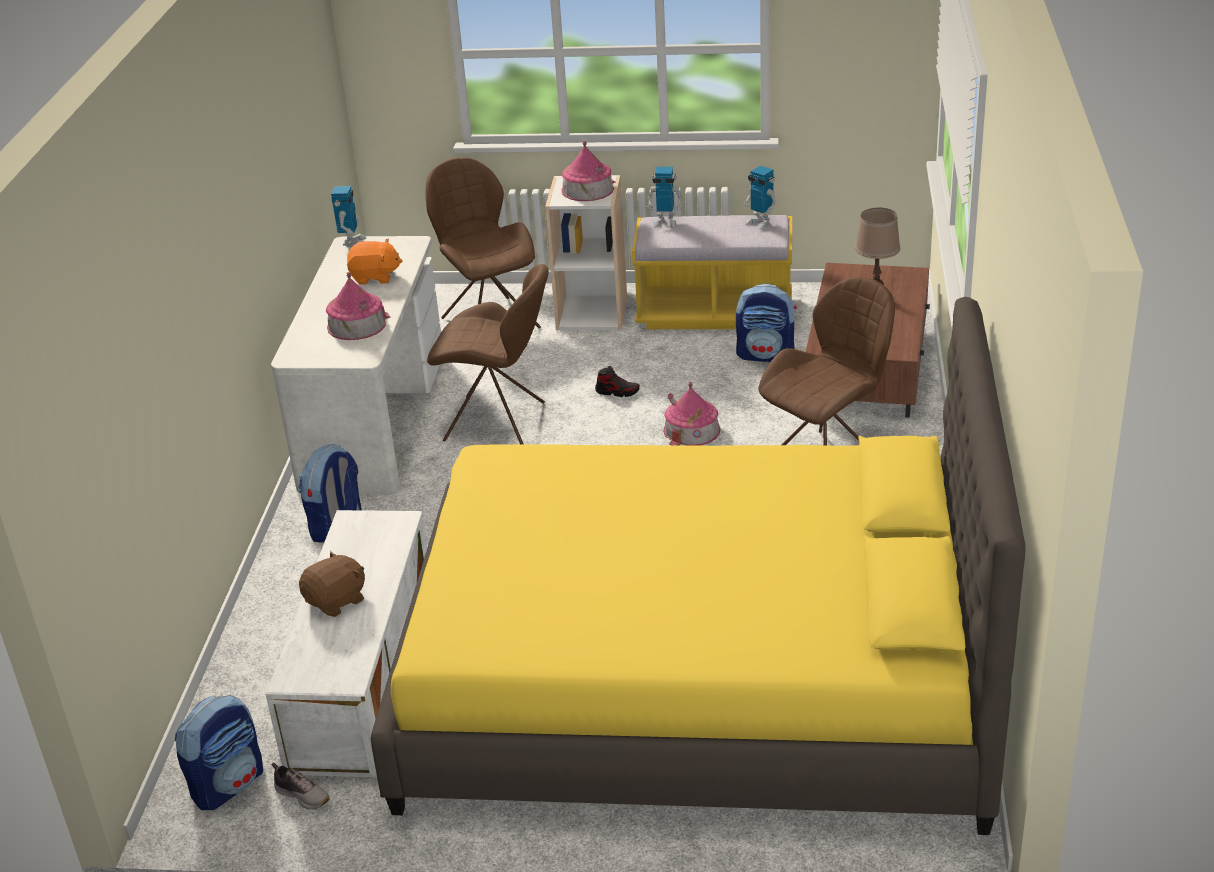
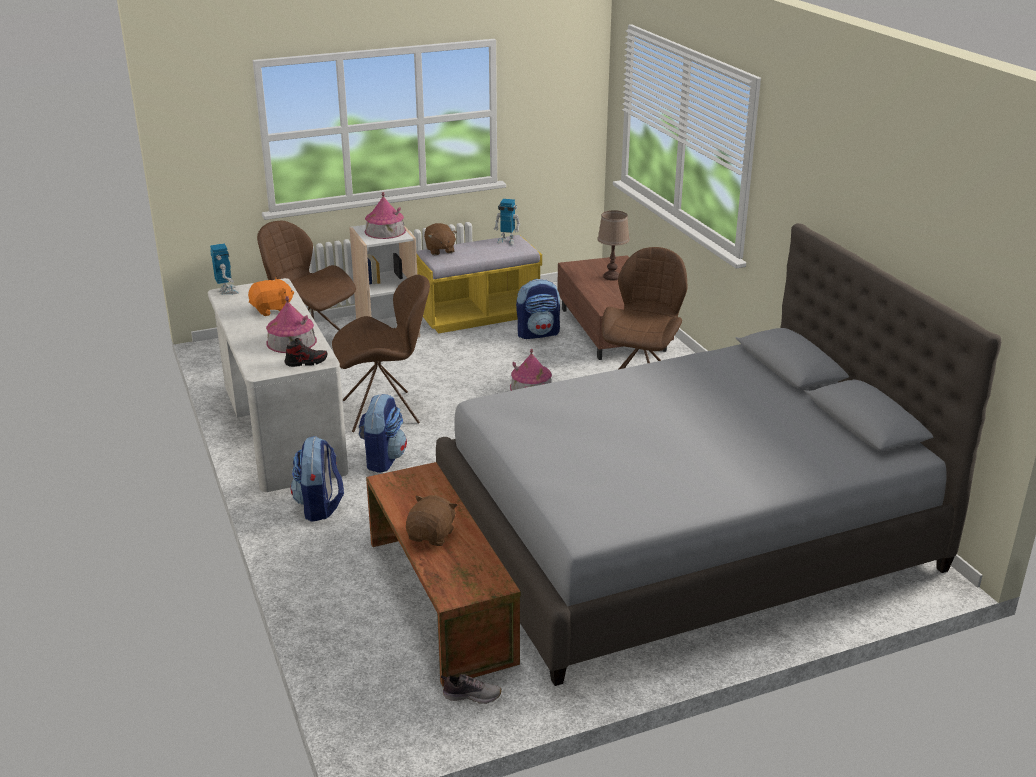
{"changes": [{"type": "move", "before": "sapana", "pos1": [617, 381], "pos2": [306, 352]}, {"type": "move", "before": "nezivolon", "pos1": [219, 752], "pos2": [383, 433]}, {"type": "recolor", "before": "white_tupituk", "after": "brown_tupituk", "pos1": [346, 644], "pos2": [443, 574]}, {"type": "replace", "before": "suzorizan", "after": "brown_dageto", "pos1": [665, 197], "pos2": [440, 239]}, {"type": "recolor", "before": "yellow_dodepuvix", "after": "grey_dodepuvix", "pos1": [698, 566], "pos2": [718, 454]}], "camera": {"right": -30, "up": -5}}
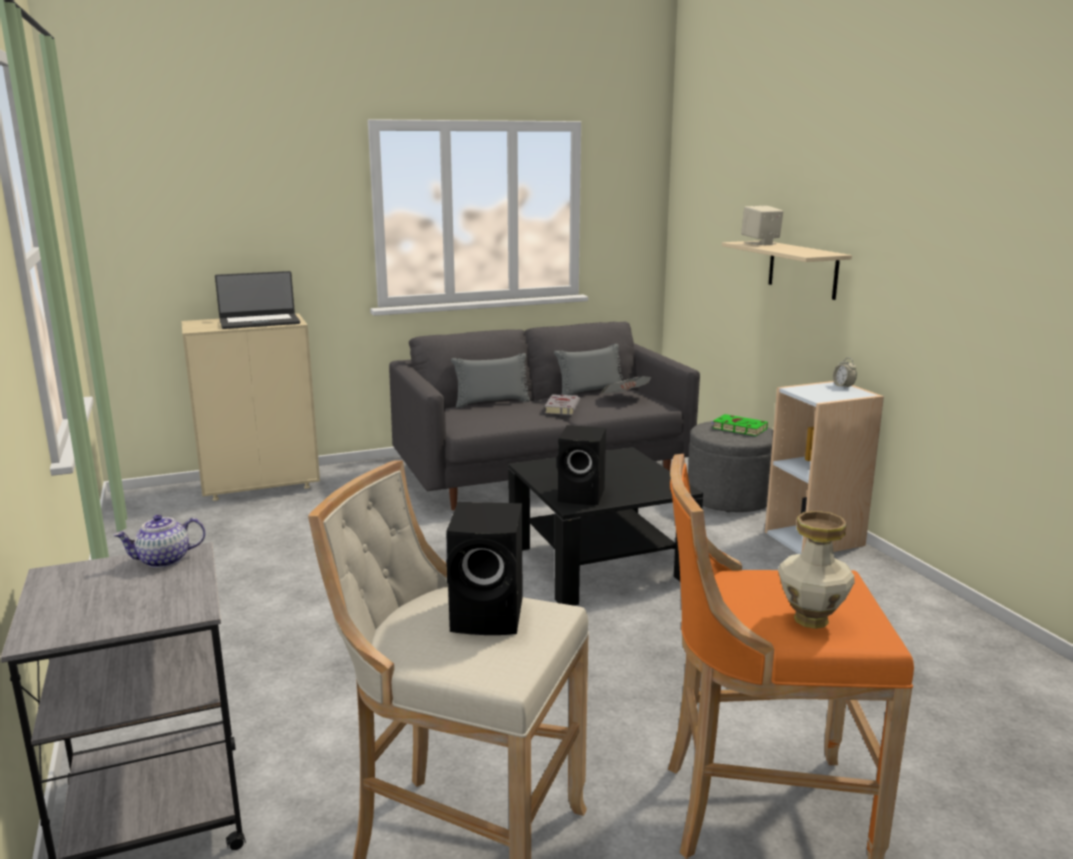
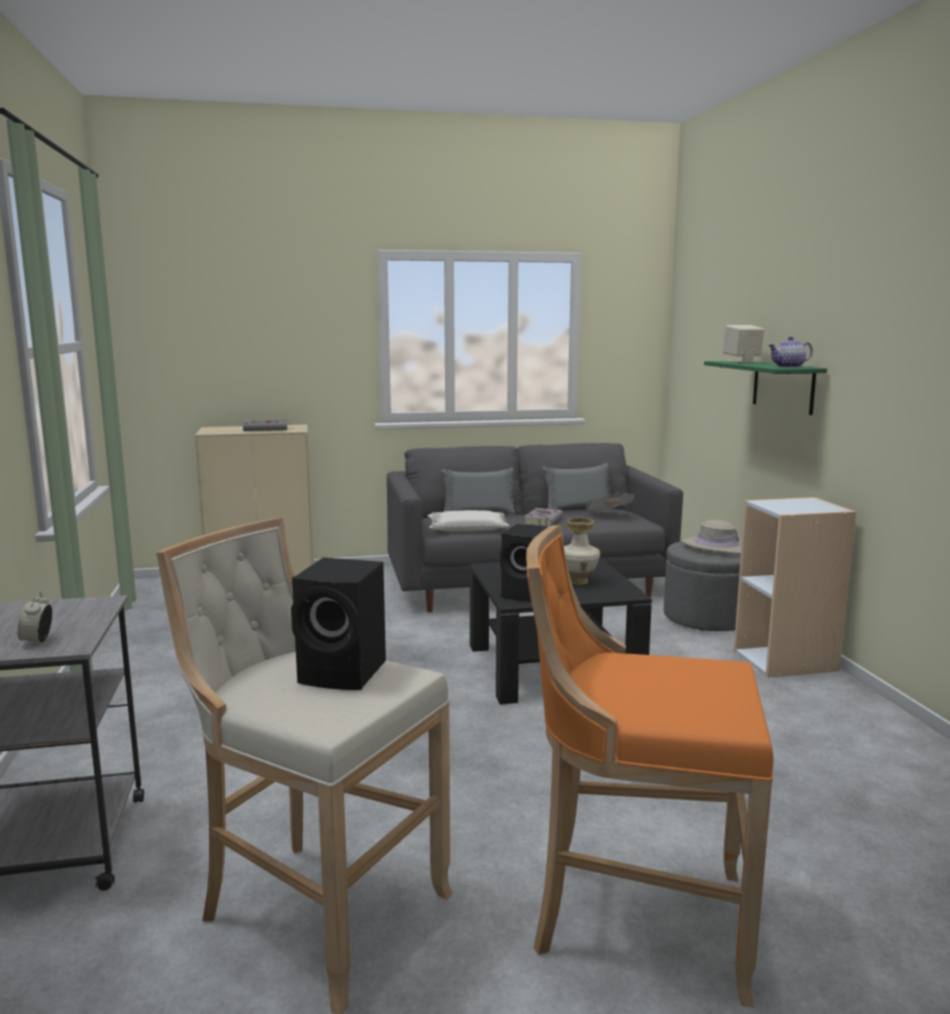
{"changes": [{"type": "move", "before": "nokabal", "pos1": [845, 373], "pos2": [35, 618]}, {"type": "replace", "before": "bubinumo", "after": "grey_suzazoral", "pos1": [257, 300], "pos2": [267, 425]}, {"type": "insert", "after": "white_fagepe", "pos2": [468, 521]}, {"type": "move", "before": "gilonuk", "pos1": [816, 570], "pos2": [582, 551]}, {"type": "replace", "before": "green_suzazoral", "after": "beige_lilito", "pos1": [740, 425], "pos2": [712, 537]}, {"type": "recolor", "before": "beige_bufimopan", "after": "green_bufimopan", "pos1": [787, 270], "pos2": [765, 388]}, {"type": "move", "before": "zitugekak", "pos1": [159, 541], "pos2": [790, 352]}], "camera": {"right": 10, "up": -5}}
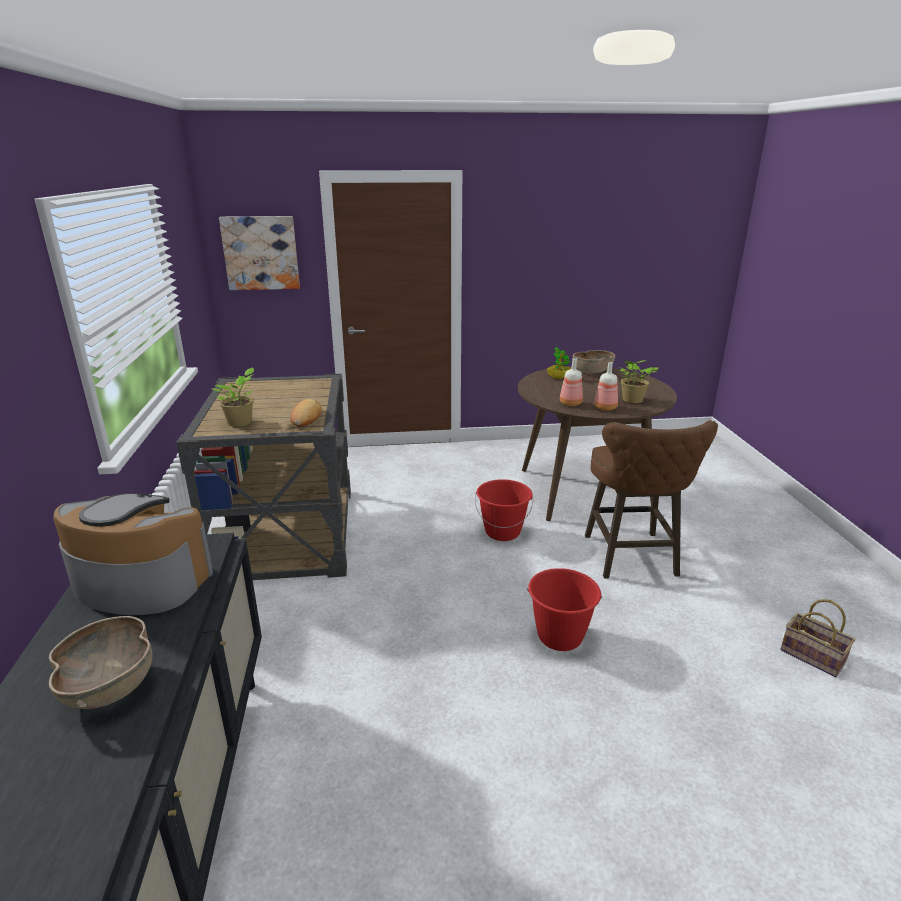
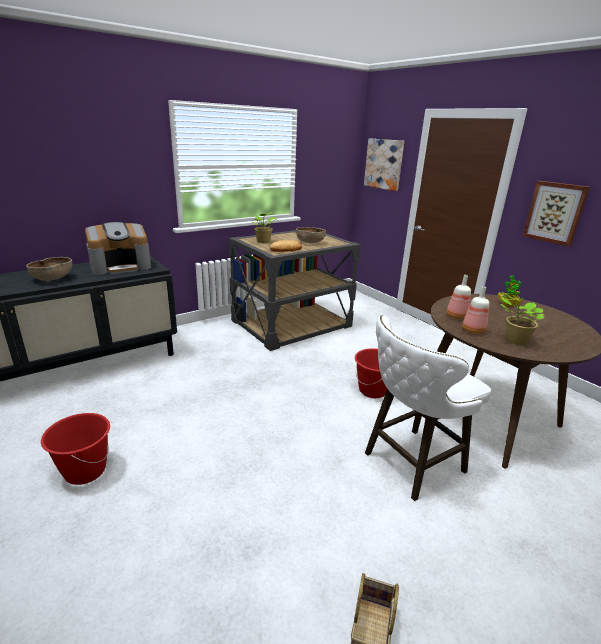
{"changes": [{"type": "move", "before": "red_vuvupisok", "pos1": [565, 609], "pos2": [75, 449]}, {"type": "rotate", "before": "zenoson", "pos1": [133, 554], "pos2": [118, 248], "turn": 75}, {"type": "move", "before": "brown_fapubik", "pos1": [594, 361], "pos2": [311, 235]}, {"type": "recolor", "before": "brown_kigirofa", "after": "white_kigirofa", "pos1": [651, 499], "pos2": [428, 408]}, {"type": "insert", "after": "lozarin", "pos2": [556, 214]}], "camera": {"right": 60, "up": 0}}
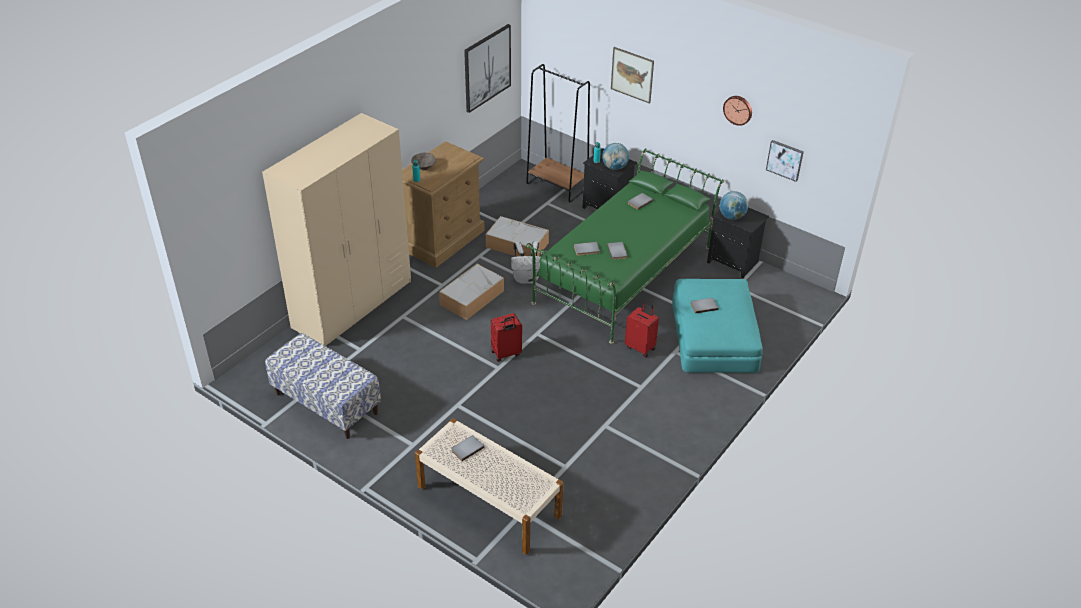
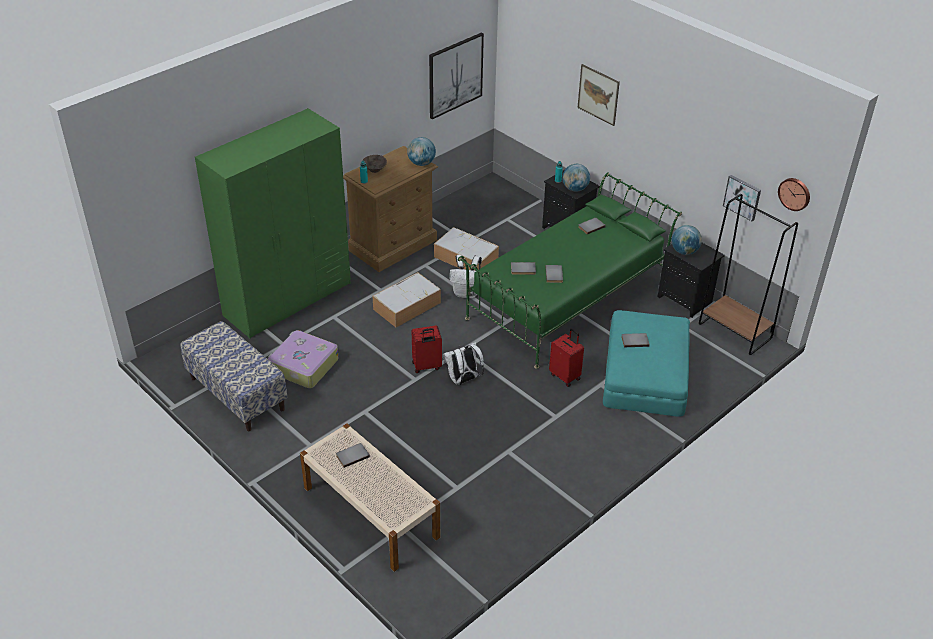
{"changes": [{"type": "recolor", "before": "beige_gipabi", "after": "green_gipabi", "pos1": [336, 229], "pos2": [273, 223]}, {"type": "insert", "after": "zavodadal", "pos2": [303, 359]}, {"type": "insert", "after": "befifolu", "pos2": [421, 151]}, {"type": "insert", "after": "white_nezivolon", "pos2": [463, 363]}, {"type": "move", "before": "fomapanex", "pos1": [558, 133], "pos2": [748, 274]}, {"type": "move", "before": "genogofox", "pos1": [737, 111], "pos2": [794, 194]}], "camera": {"right": 10, "up": 0}}
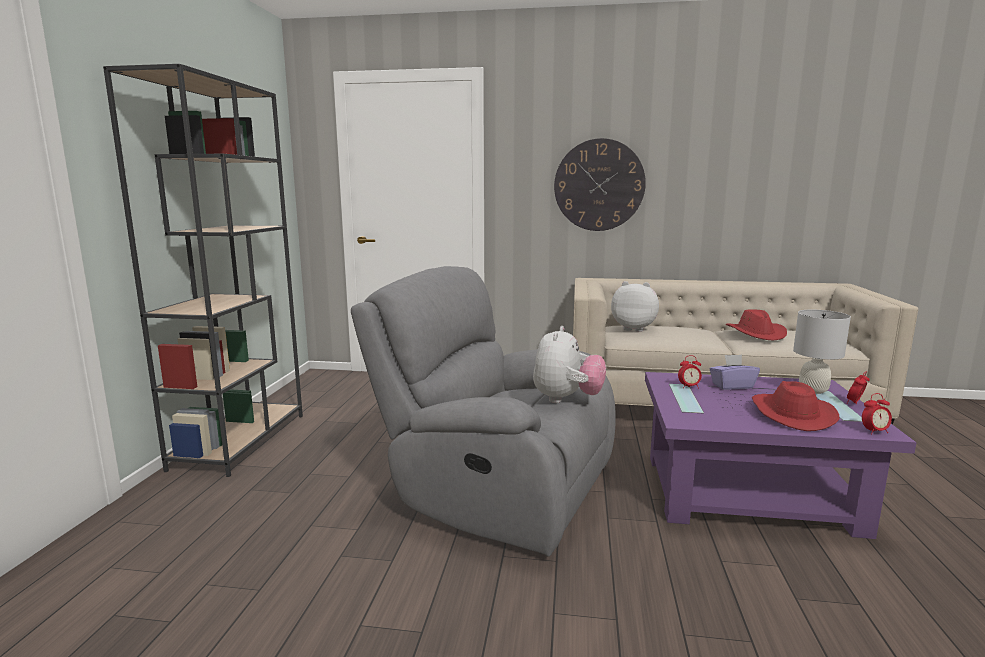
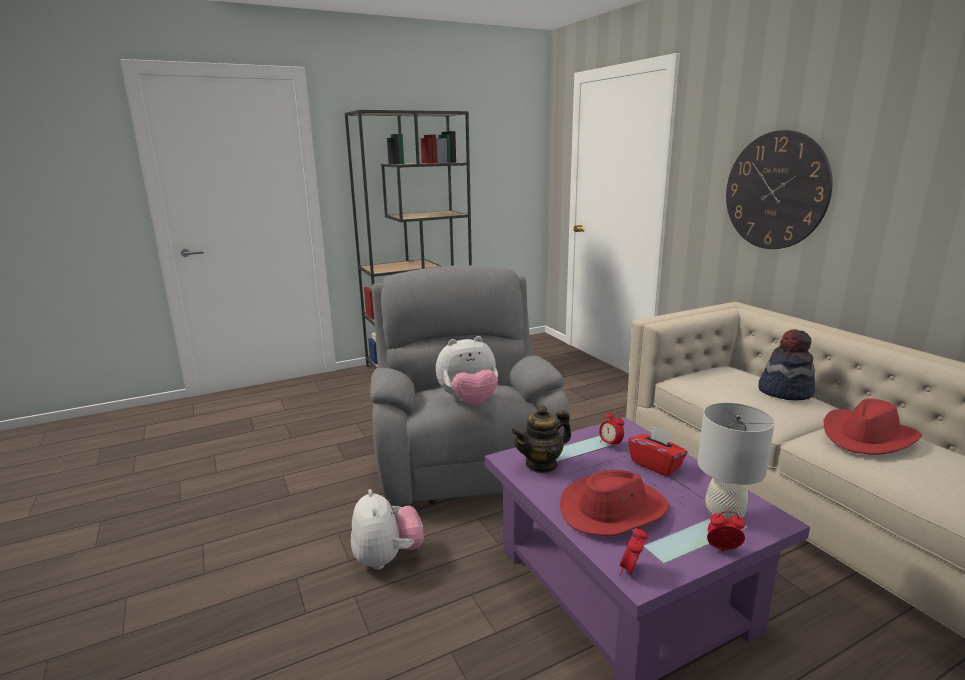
{"changes": [{"type": "move", "before": "dageto", "pos1": [635, 306], "pos2": [387, 529]}, {"type": "insert", "after": "zitugekak", "pos2": [541, 439]}, {"type": "rotate", "before": "nokabal", "pos1": [877, 414], "pos2": [633, 551], "turn": 75}, {"type": "recolor", "before": "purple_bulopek", "after": "red_bulopek", "pos1": [735, 372], "pos2": [657, 451]}, {"type": "insert", "after": "lilito", "pos2": [786, 364]}], "camera": {"right": 55, "up": 5}}
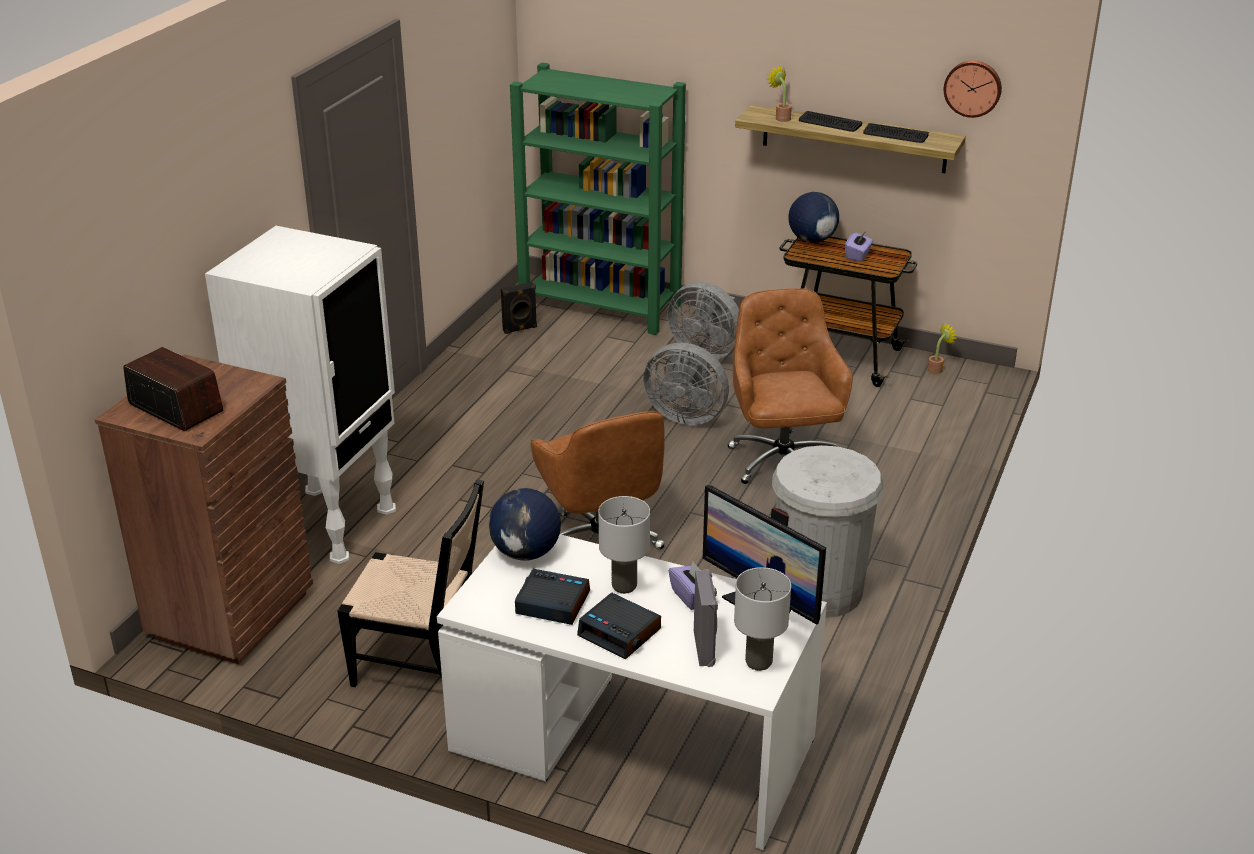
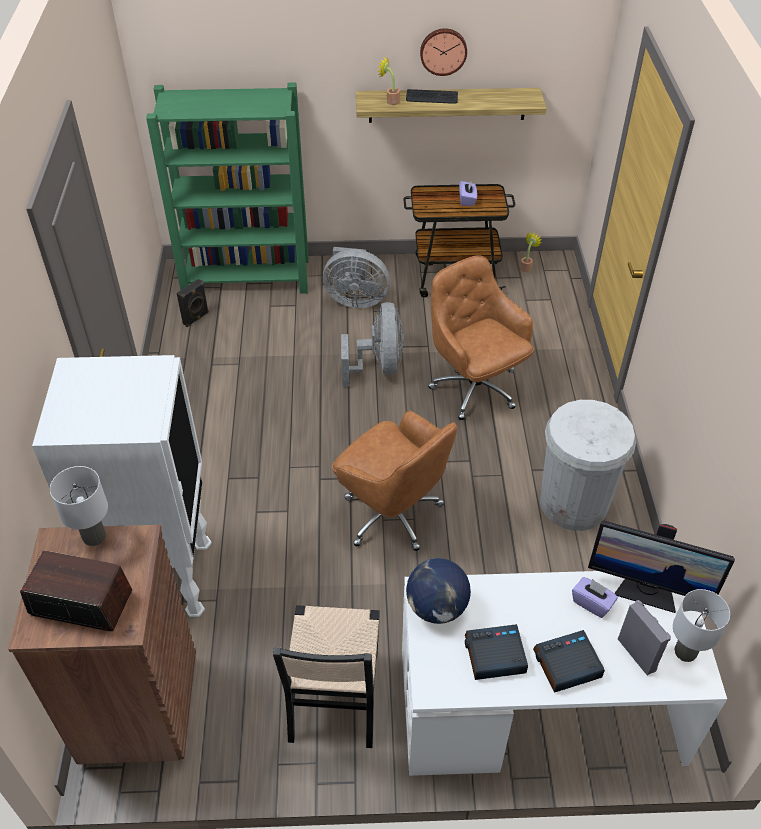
{"changes": [{"type": "move", "before": "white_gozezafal", "pos1": [624, 545], "pos2": [79, 506]}, {"type": "rotate", "before": "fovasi", "pos1": [410, 583], "pos2": [326, 676], "turn": 105}, {"type": "rotate", "before": "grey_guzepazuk", "pos1": [686, 384], "pos2": [372, 344], "turn": -90}, {"type": "move", "before": "genogofox", "pos1": [973, 89], "pos2": [443, 52]}, {"type": "rotate", "before": "nokabal", "pos1": [619, 626], "pos2": [569, 661], "turn": 150}, {"type": "delete", "before": "befifolu", "pos1": [813, 217]}, {"type": "delete", "before": "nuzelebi", "pos1": [896, 133]}], "camera": {"right": -25, "up": 15}}
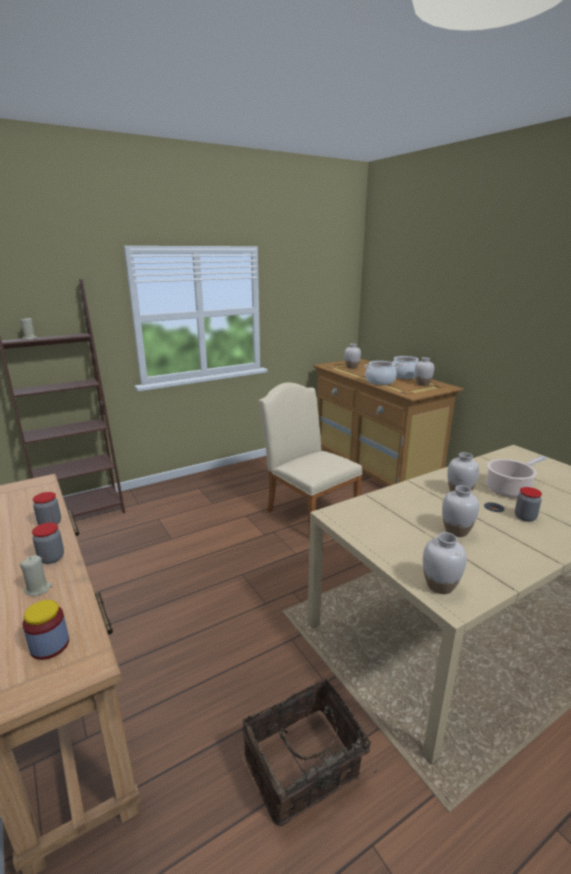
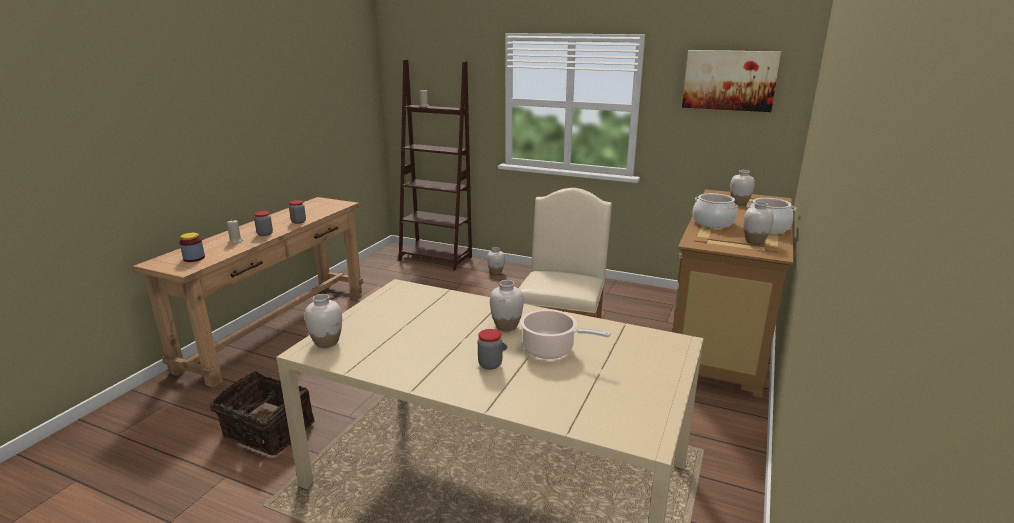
{"changes": [{"type": "move", "before": "white_gilonuk", "pos1": [460, 511], "pos2": [496, 260]}, {"type": "insert", "after": "lozarin", "pos2": [731, 81]}], "camera": {"right": 55, "up": 0}}
